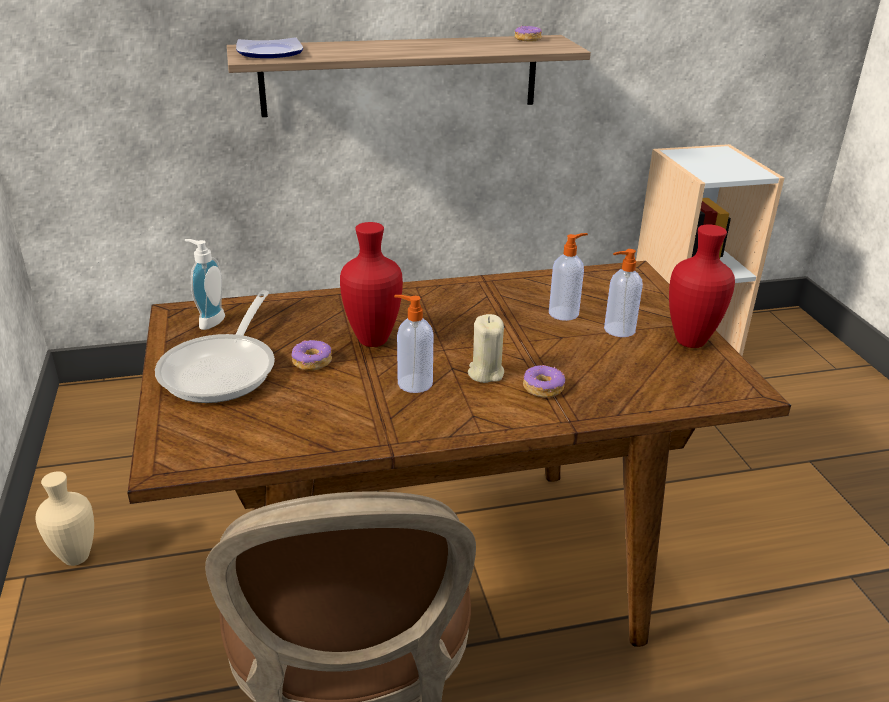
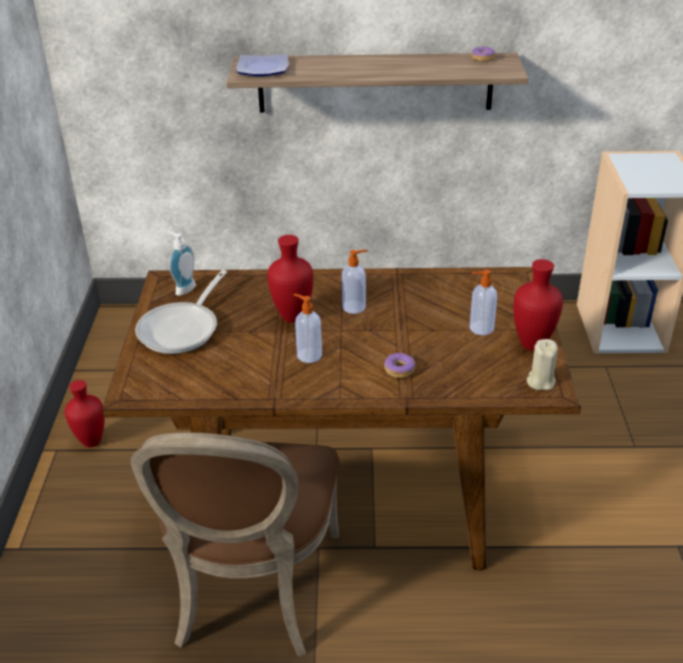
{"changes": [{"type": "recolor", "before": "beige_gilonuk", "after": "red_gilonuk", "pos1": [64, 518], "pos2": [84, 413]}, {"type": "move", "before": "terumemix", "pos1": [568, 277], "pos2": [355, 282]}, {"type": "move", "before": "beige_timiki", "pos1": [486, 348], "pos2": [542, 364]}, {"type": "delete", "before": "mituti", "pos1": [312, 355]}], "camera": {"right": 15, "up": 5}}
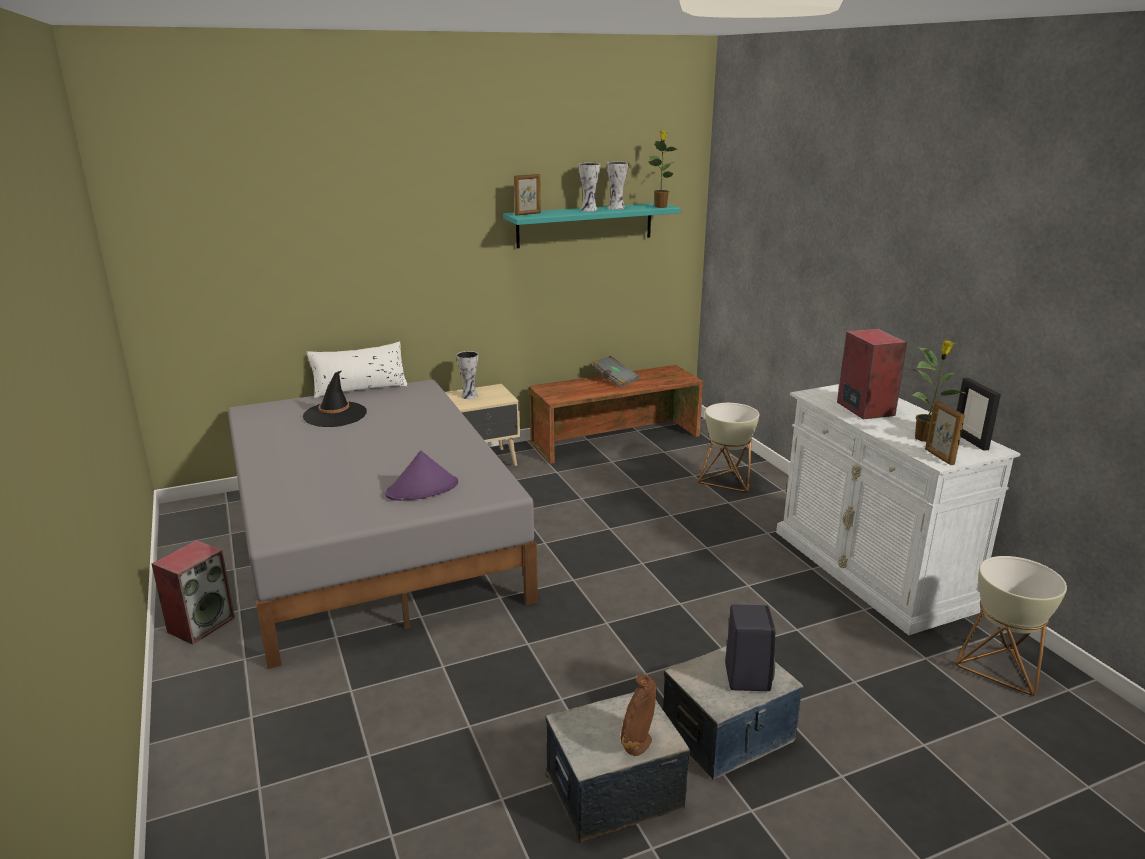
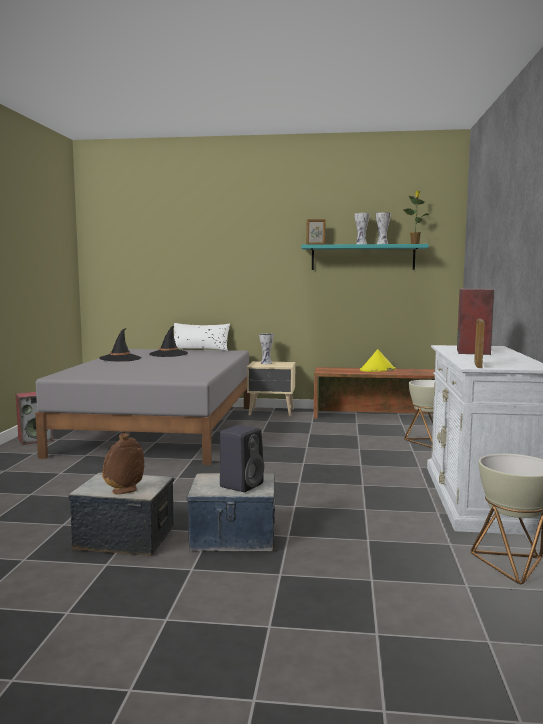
{"changes": [{"type": "insert", "after": "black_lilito", "pos2": [120, 345]}, {"type": "replace", "before": "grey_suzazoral", "after": "yellow_lilito", "pos1": [615, 372], "pos2": [378, 360]}, {"type": "delete", "before": "purple_lilito", "pos1": [421, 476]}, {"type": "delete", "before": "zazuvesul", "pos1": [938, 391]}, {"type": "delete", "before": "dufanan", "pos1": [979, 414]}], "camera": {"right": 30, "up": -15}}
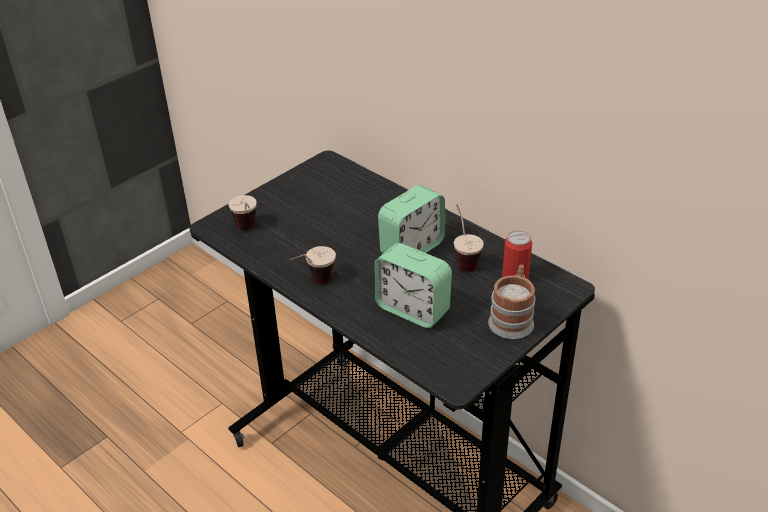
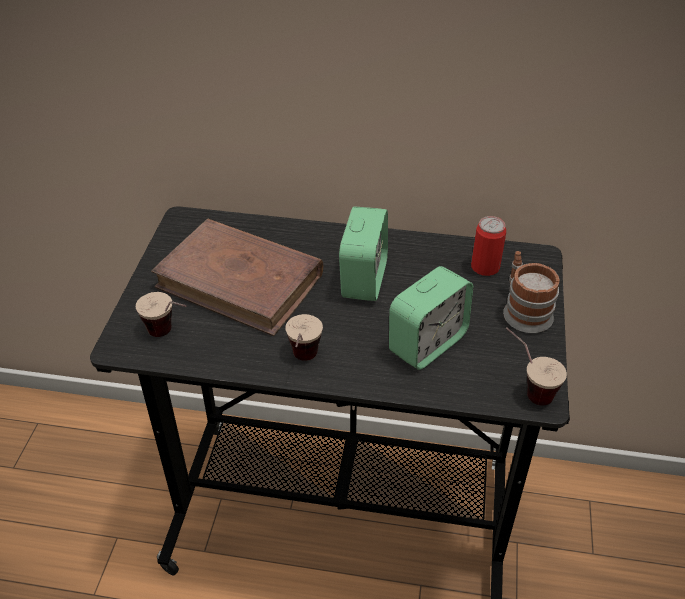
{"changes": [{"type": "insert", "after": "brown_suzazoral", "pos2": [237, 277]}, {"type": "rotate", "before": "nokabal", "pos1": [413, 285], "pos2": [431, 318], "turn": -45}, {"type": "move", "before": "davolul", "pos1": [469, 238], "pos2": [536, 367]}], "camera": {"right": -35, "up": 5}}
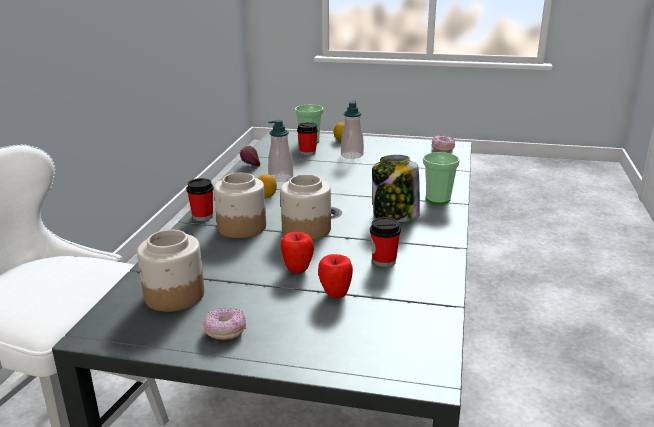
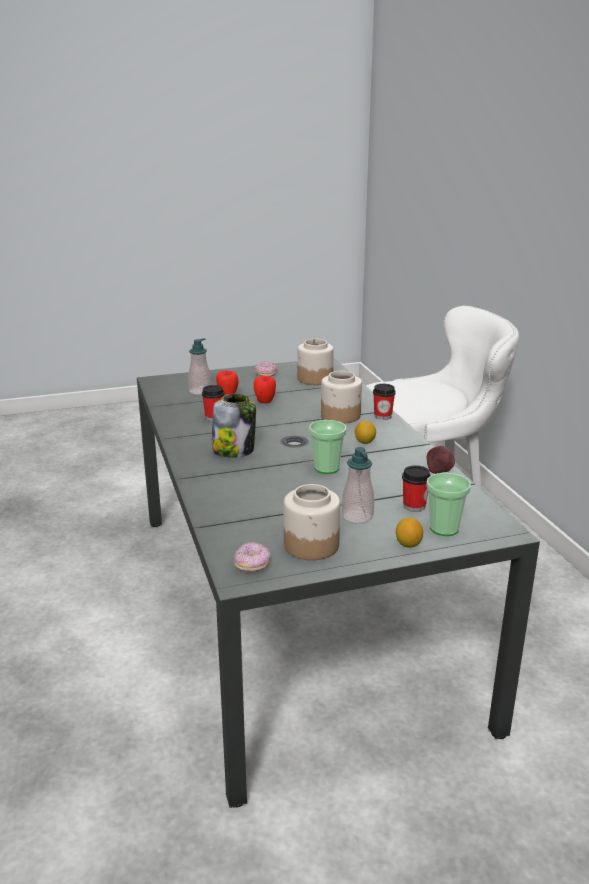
{"changes": [{"type": "move", "before": "terumemix", "pos1": [280, 151], "pos2": [199, 366]}, {"type": "move", "before": "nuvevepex", "pos1": [305, 207], "pos2": [312, 522]}, {"type": "move", "before": "davolul", "pos1": [441, 178], "pos2": [327, 447]}], "camera": {"right": 150, "up": 0}}
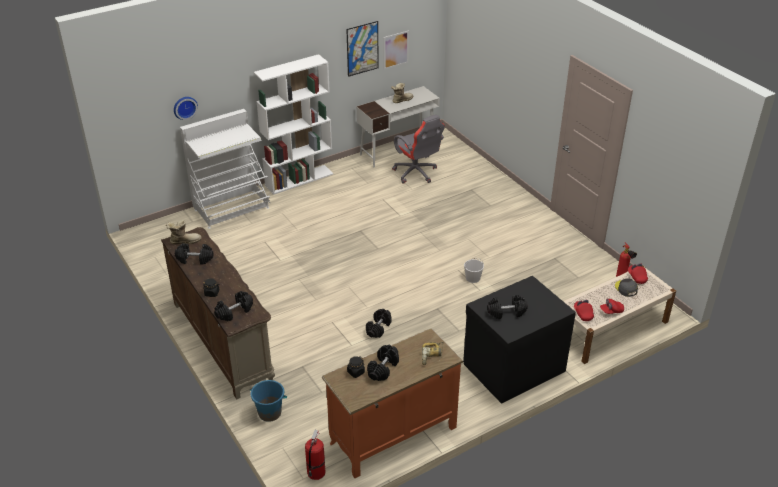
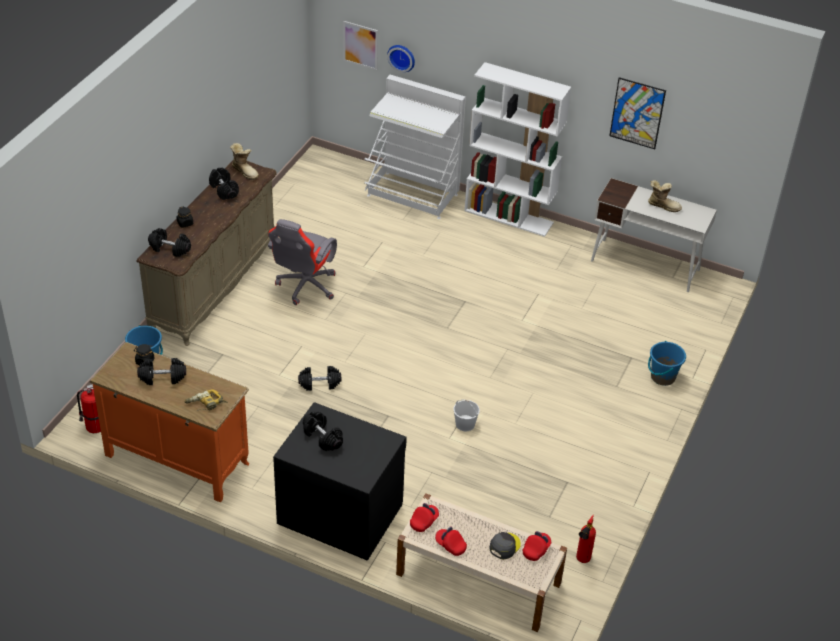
{"changes": [{"type": "move", "before": "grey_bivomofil", "pos1": [418, 149], "pos2": [302, 262]}, {"type": "move", "before": "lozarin", "pos1": [396, 50], "pos2": [360, 45]}, {"type": "insert", "after": "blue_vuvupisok", "pos2": [667, 363]}], "camera": {"right": 55, "up": 5}}
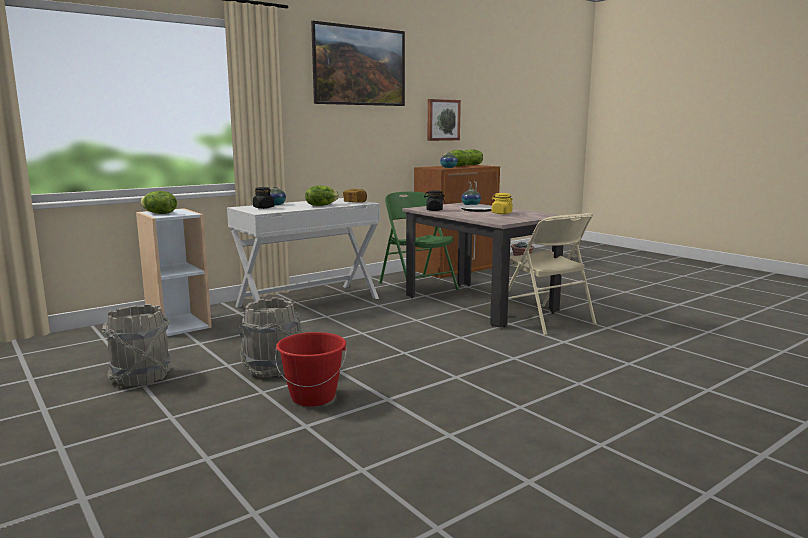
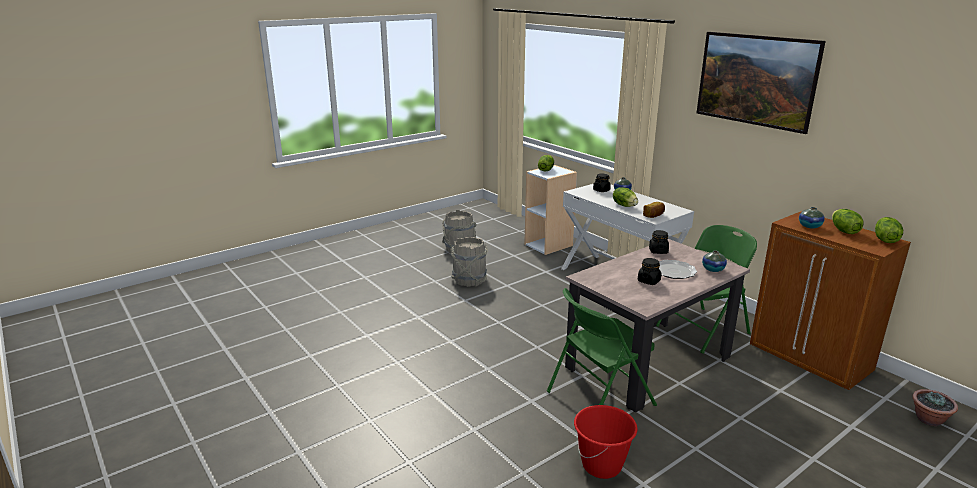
{"changes": [{"type": "recolor", "before": "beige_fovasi", "after": "green_fovasi", "pos1": [552, 274], "pos2": [602, 347]}, {"type": "move", "before": "red_vuvupisok", "pos1": [311, 369], "pos2": [605, 442]}, {"type": "recolor", "before": "yellow_nuvevepex", "after": "black_nuvevepex", "pos1": [502, 203], "pos2": [649, 271]}, {"type": "delete", "before": "lozarin", "pos1": [444, 120]}], "camera": {"right": 90, "up": 10}}
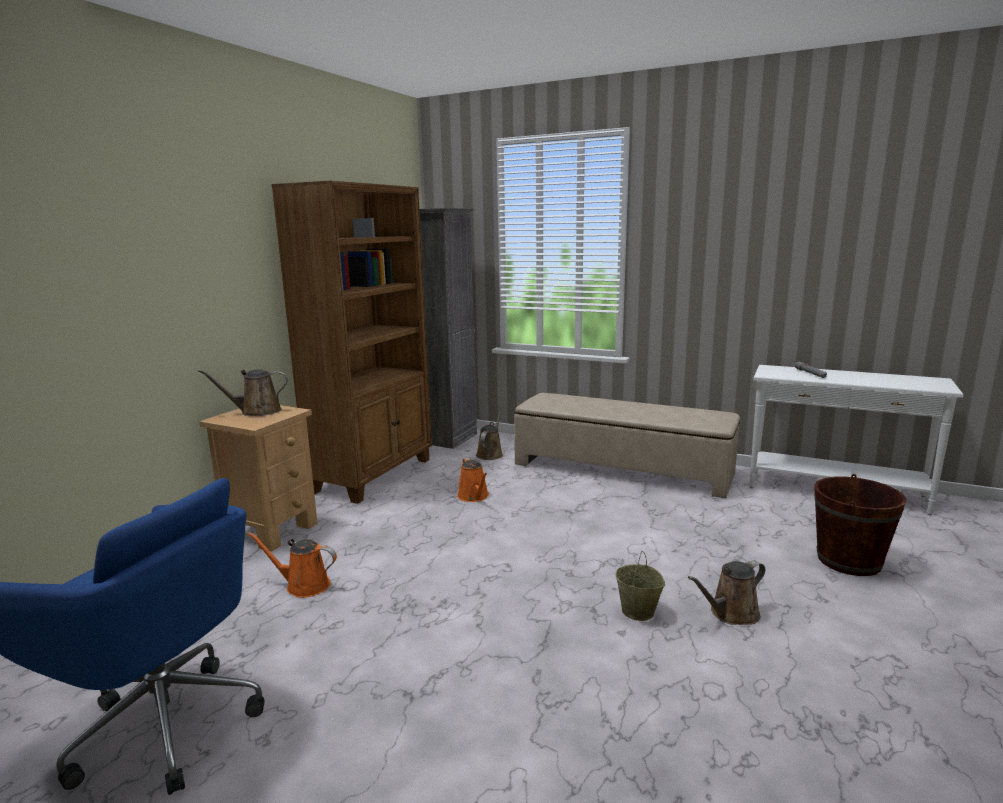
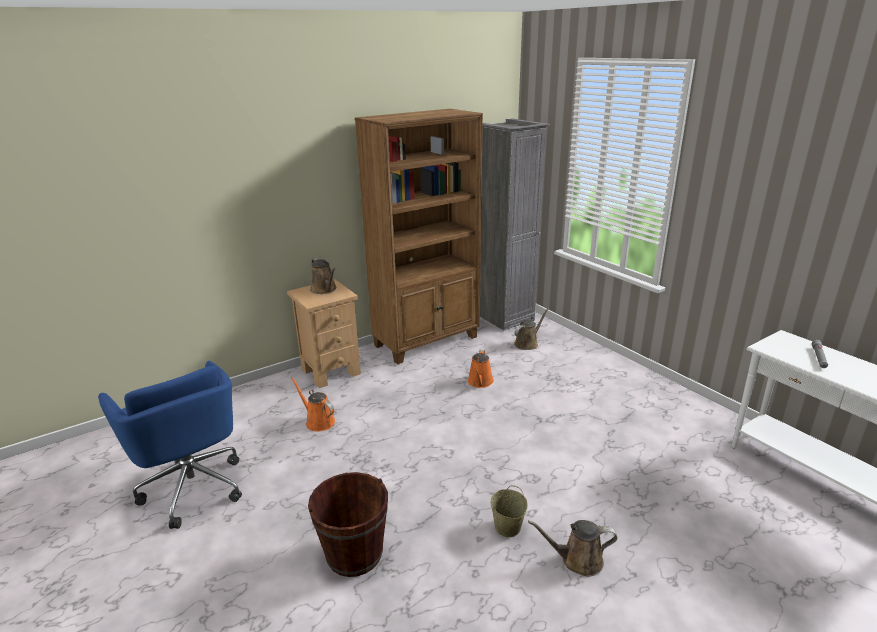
{"changes": [{"type": "move", "before": "brown_vuvupisok", "pos1": [860, 525], "pos2": [348, 524]}, {"type": "rotate", "before": "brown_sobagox", "pos1": [243, 392], "pos2": [323, 276], "turn": -135}, {"type": "delete", "before": "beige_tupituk", "pos1": [627, 445]}], "camera": {"right": 30, "up": 10}}
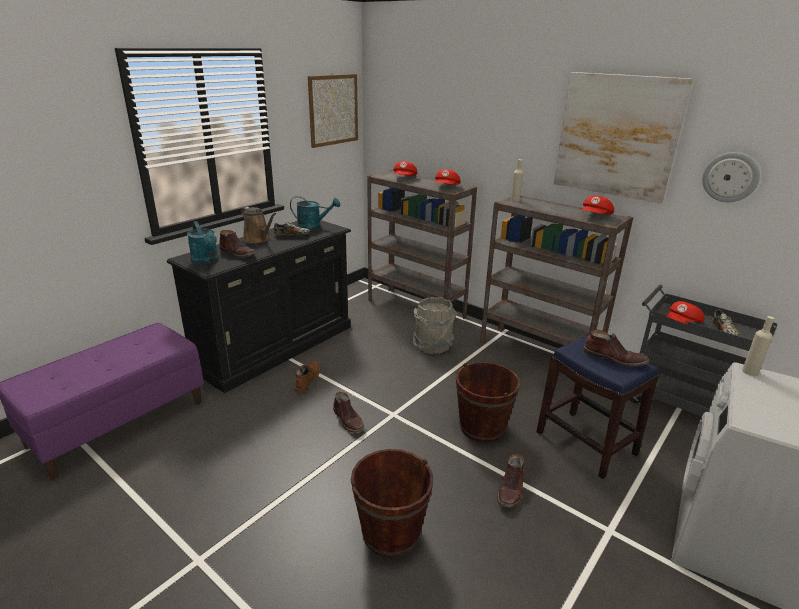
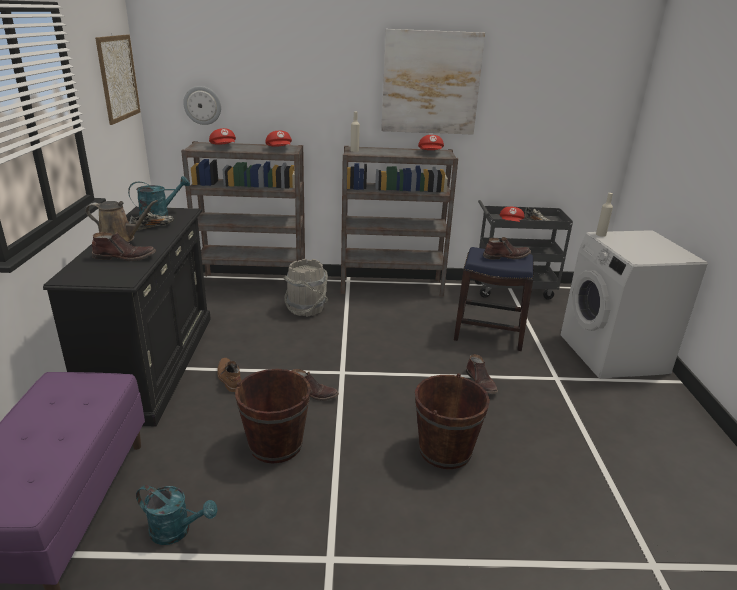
{"changes": [{"type": "move", "before": "turquoise_sobagox", "pos1": [203, 243], "pos2": [177, 515]}, {"type": "move", "before": "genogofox", "pos1": [731, 177], "pos2": [202, 105]}, {"type": "move", "before": "brown_vuvupisok", "pos1": [488, 402], "pos2": [273, 416]}], "camera": {"right": -40, "up": 0}}
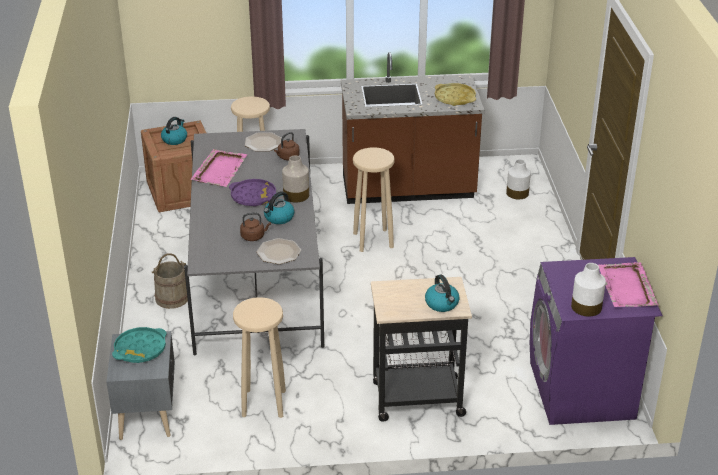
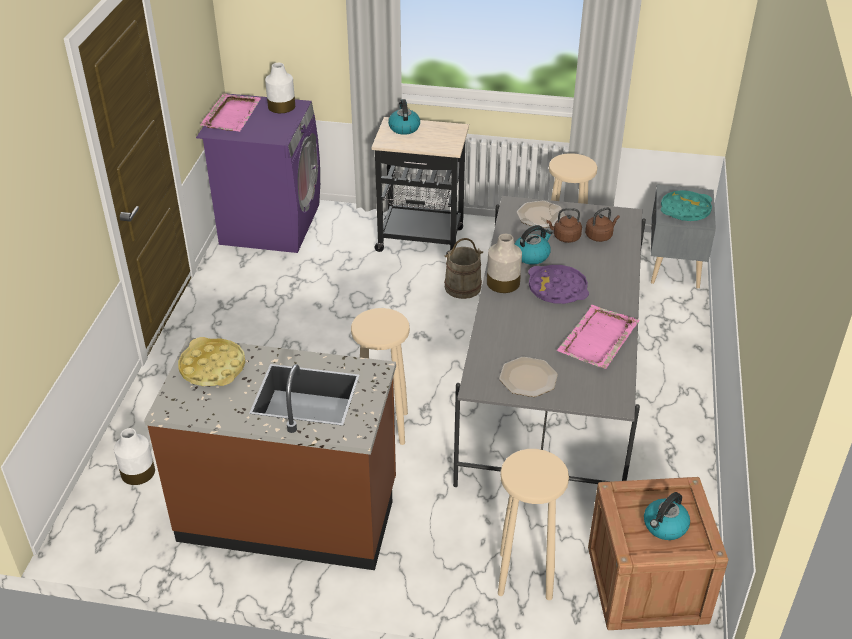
{"changes": [{"type": "move", "before": "beige_vuvupisok", "pos1": [170, 281], "pos2": [463, 268]}, {"type": "move", "before": "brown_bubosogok", "pos1": [286, 146], "pos2": [602, 224]}], "camera": {"right": -165, "up": 5}}
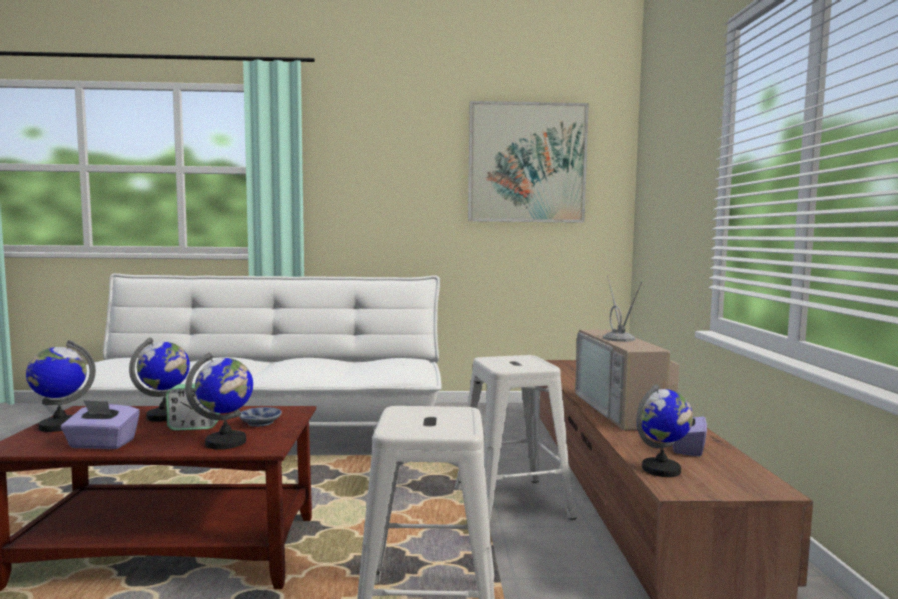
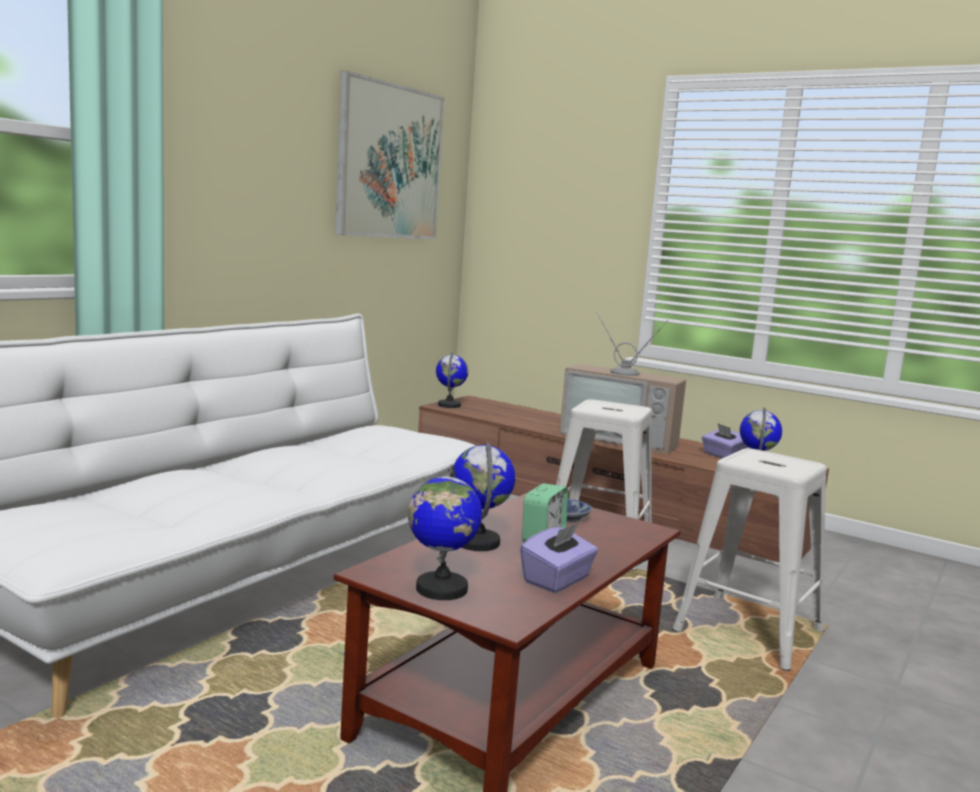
{"changes": [{"type": "move", "before": "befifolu", "pos1": [219, 400], "pos2": [452, 380]}], "camera": {"right": -55, "up": 5}}
